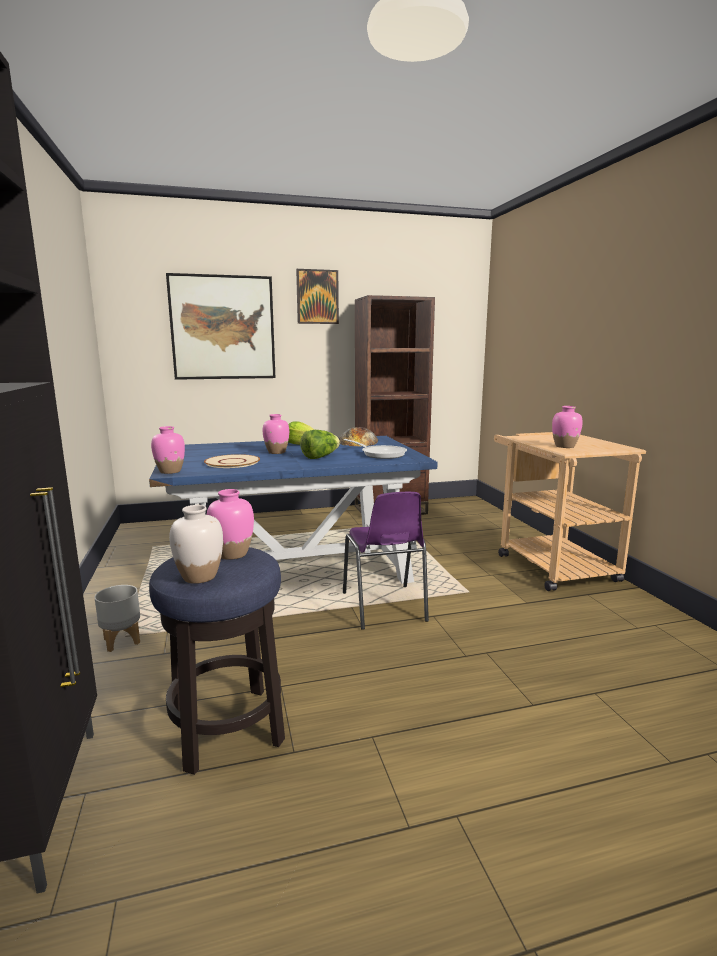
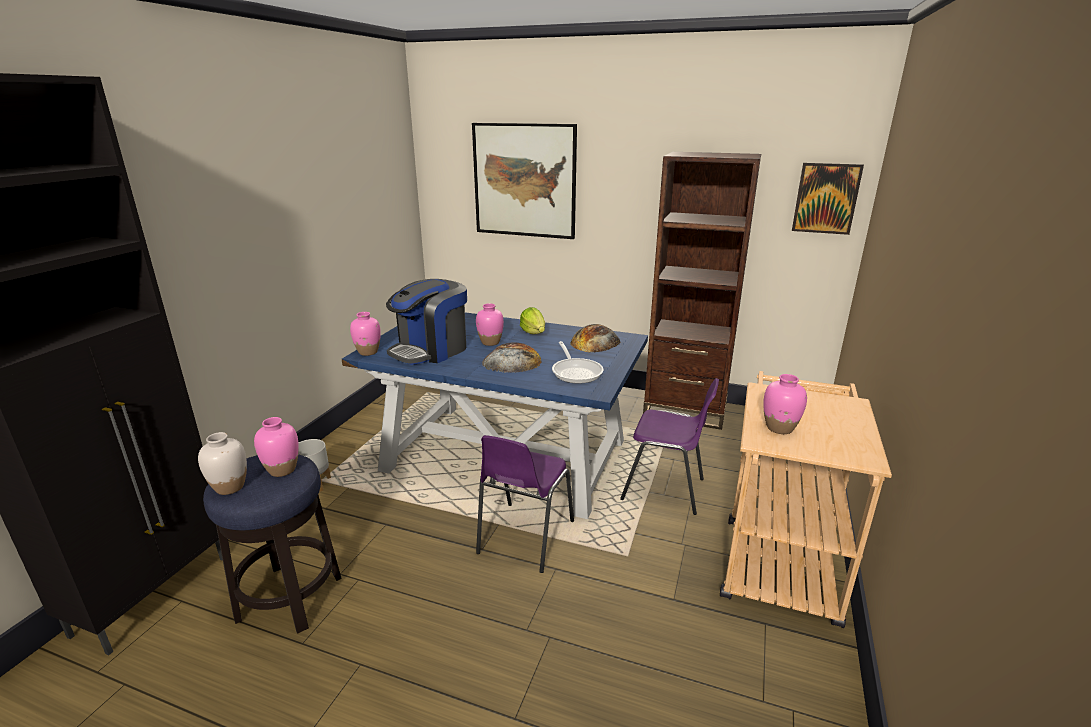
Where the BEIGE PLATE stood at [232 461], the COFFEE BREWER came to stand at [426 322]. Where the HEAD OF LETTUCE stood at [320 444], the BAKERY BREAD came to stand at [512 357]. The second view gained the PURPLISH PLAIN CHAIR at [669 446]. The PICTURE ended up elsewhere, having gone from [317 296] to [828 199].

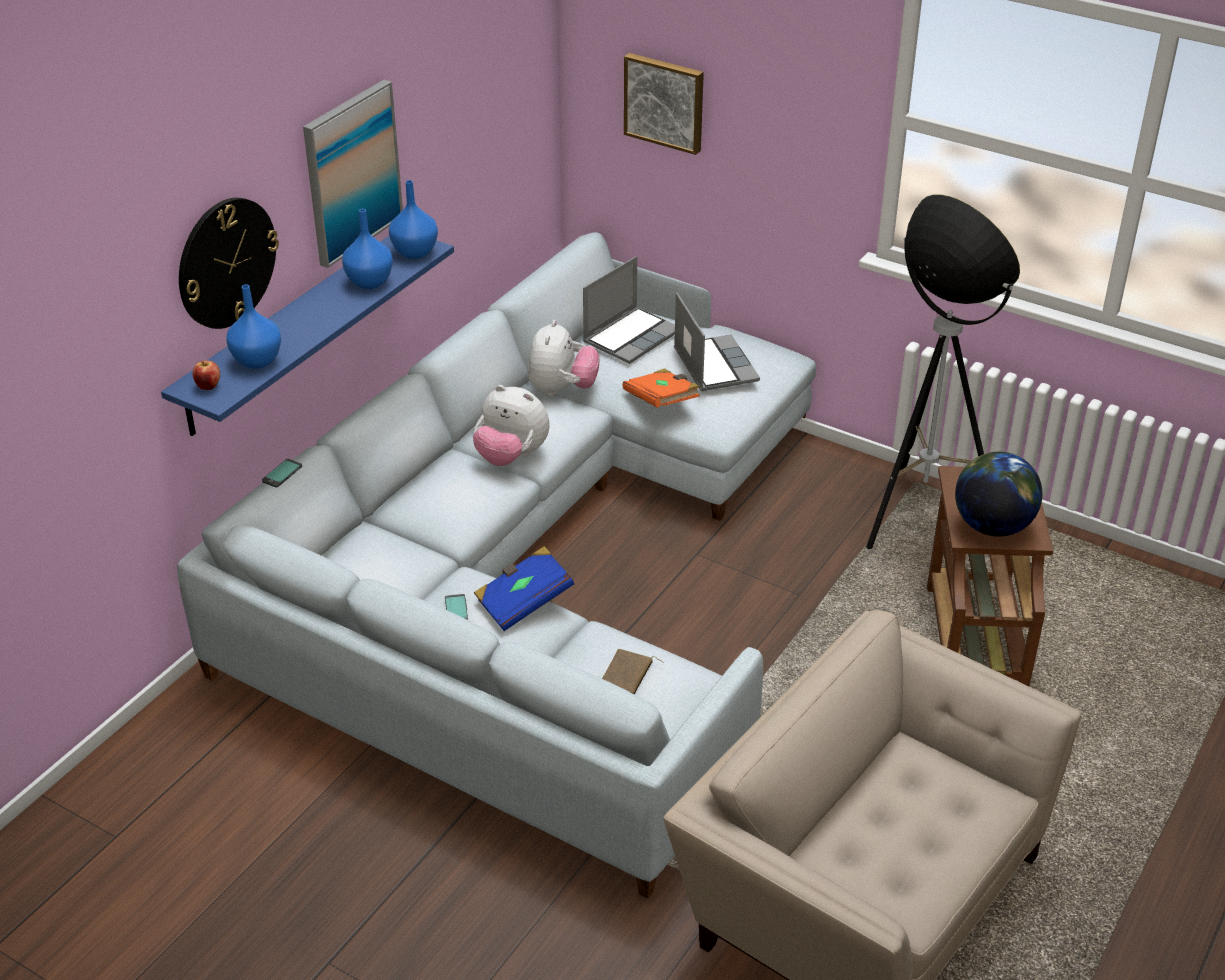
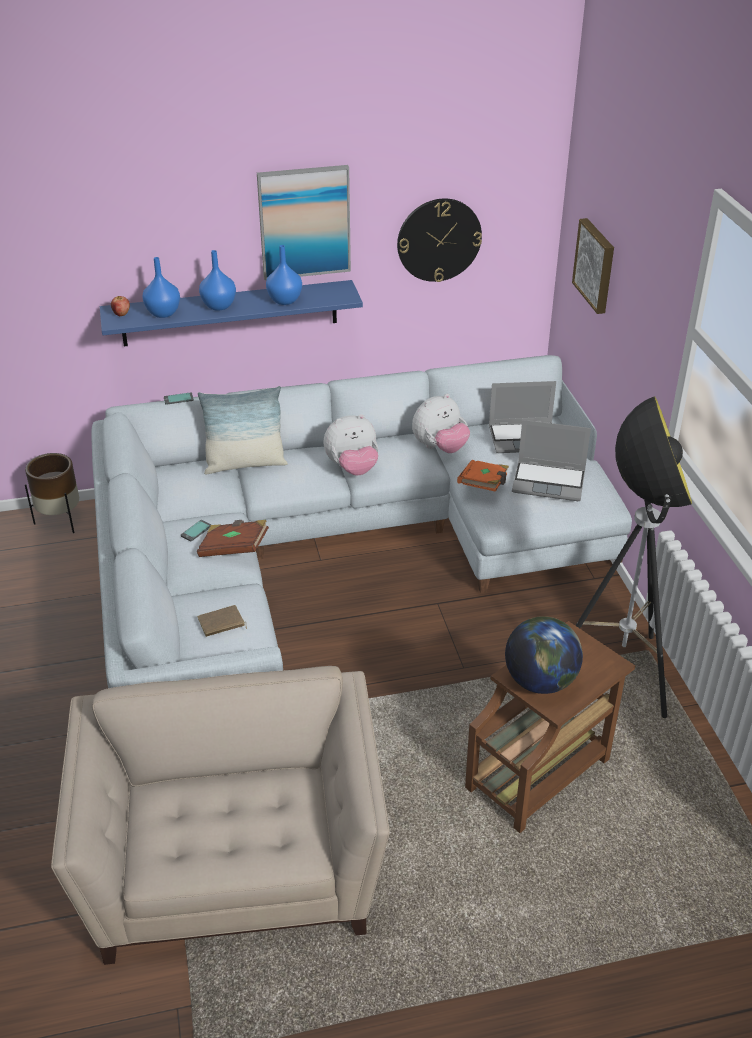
The second view gained the BROWN FLOWER POT at [52 493]. What was the BLUISH BOUND BOOK at [524 588] turned into the BROWN BOUND BOOK at [233 538]. The second view gained the PILLOW at [243 430]. The BLUISH VASE ended up elsewhere, having gone from [413 219] to [217 280]. The CUDDLY TOY at [511 425] ended up facing another way, 90 degrees counterclockwise from before. The WALL CLOCK ended up elsewhere, having gone from [229 263] to [439 240]. The LAPTOP at [717 341] ended up facing another way, 75 degrees clockwise from before.

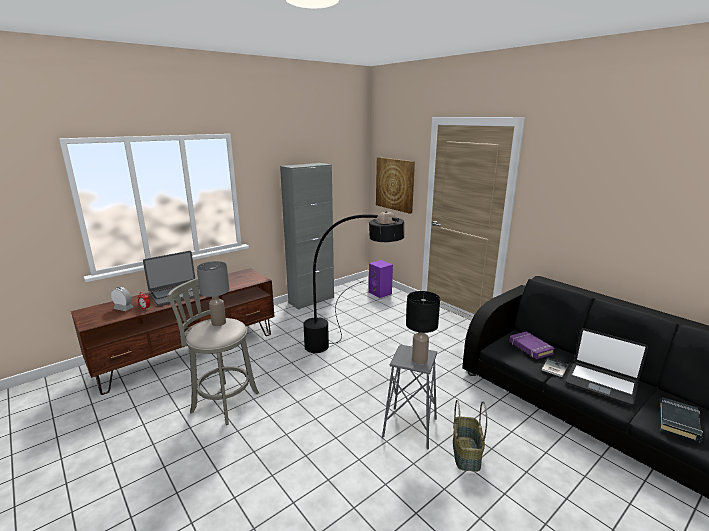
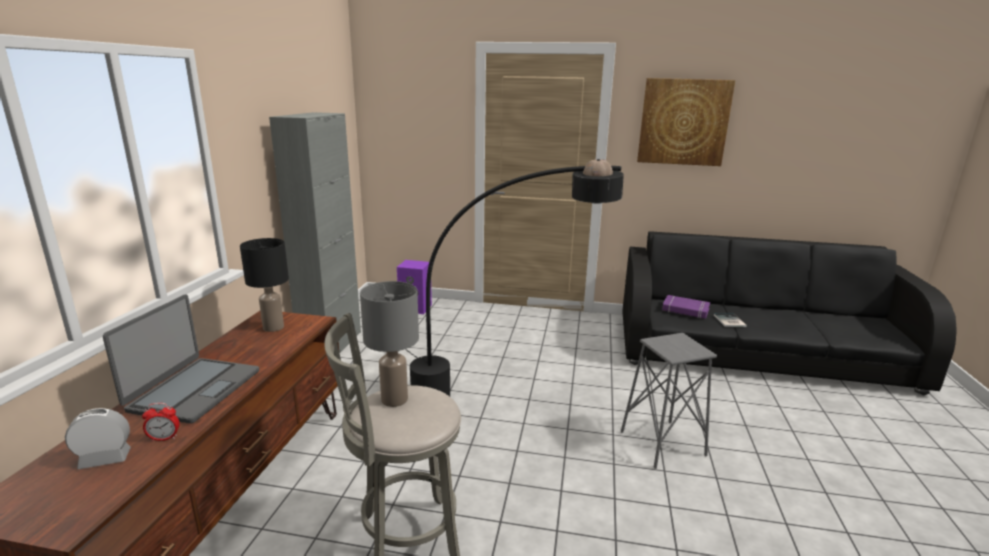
The BLACK TABLE LAMP ended up elsewhere, having gone from [423 327] to [264 285]. The PICTURE ended up elsewhere, having gone from [395 185] to [686 122]. The second view lost the STORAGE BASKET at [470 436]. The second view lost the LAPTOP at [607 366]. The second view lost the BLACK BOUND BOOK at [681 420].

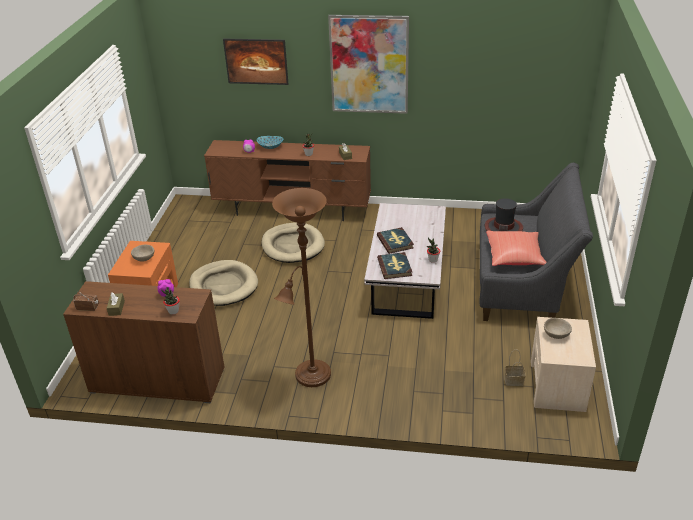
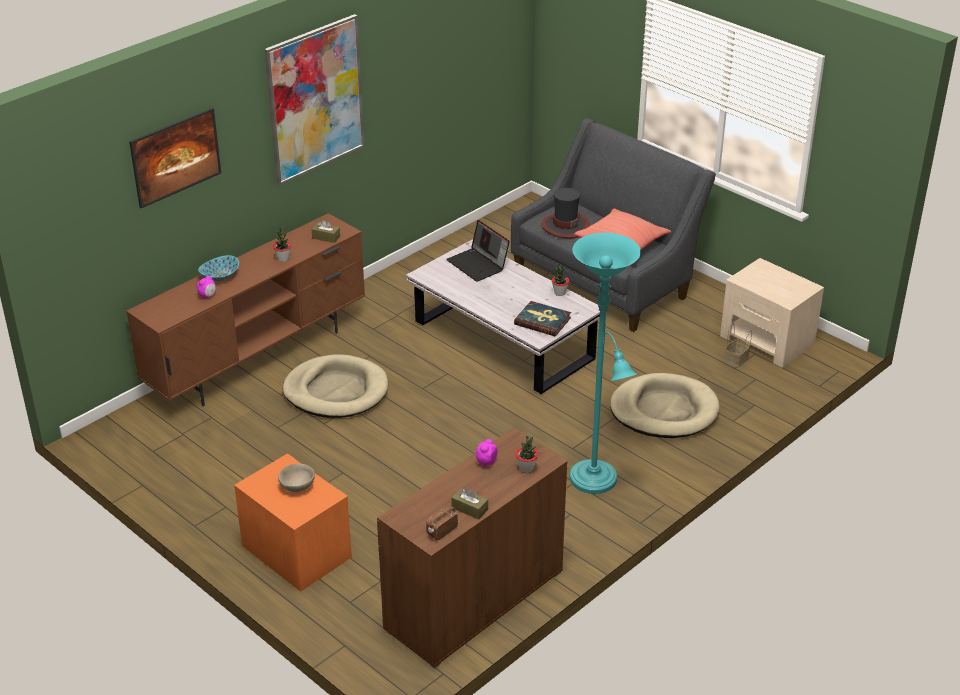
The second view gained the LAPTOP at [478 251]. What was the BROWN STANDING LAMP at [301 287] turned into the BLUE-GREEN STANDING LAMP at [605 363]. The BEIGE PET BED ended up elsewhere, having gone from [223 283] to [665 405]. The second view lost the BOUND BOOK at [395 240]. The second view lost the BEIGE DEEP DISH at [558 328].

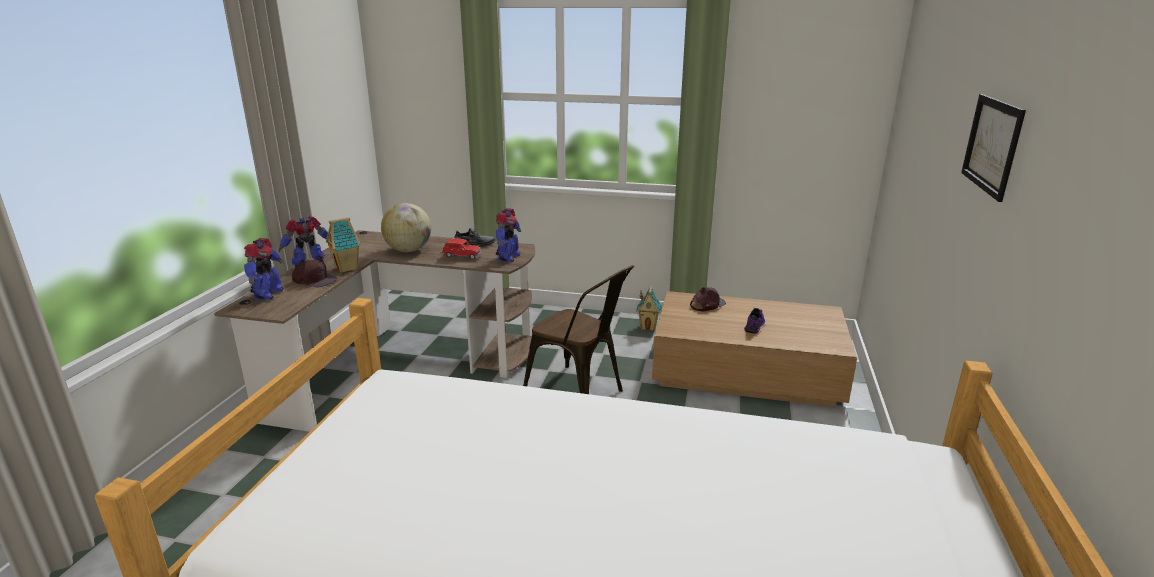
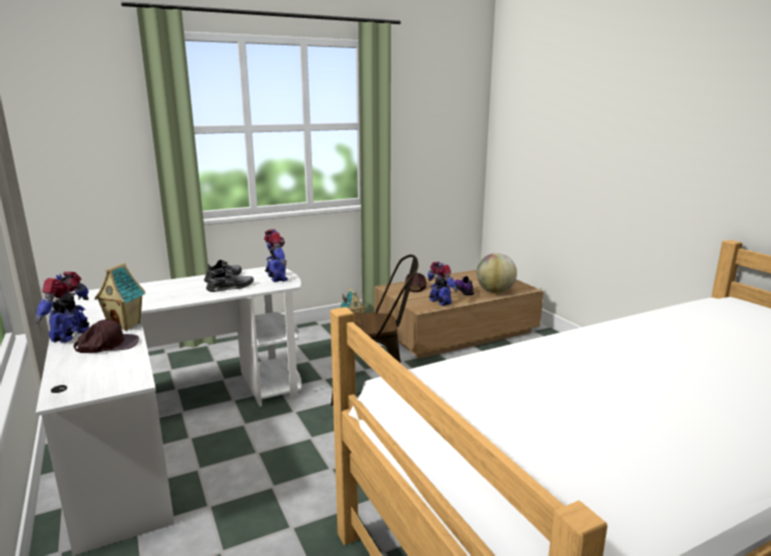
What was the BROWN DESK TABLE at [374 331] turned into the WHITISH DESK TABLE at [168 411]. Where the RED MODEL CAR stood at [461 249], the GREY SHOE came to stand at [230 280]. The ROBOT FIGURE ended up elsewhere, having gone from [263 269] to [442 284]. The DESK GLOBE ended up elsewhere, having gone from [406 227] to [496 273]. The second view lost the PICTURE at [993 148].

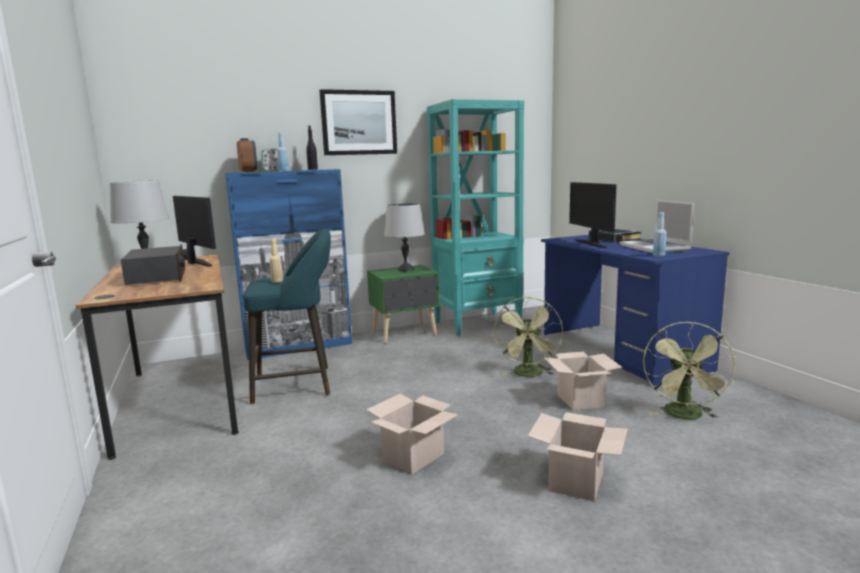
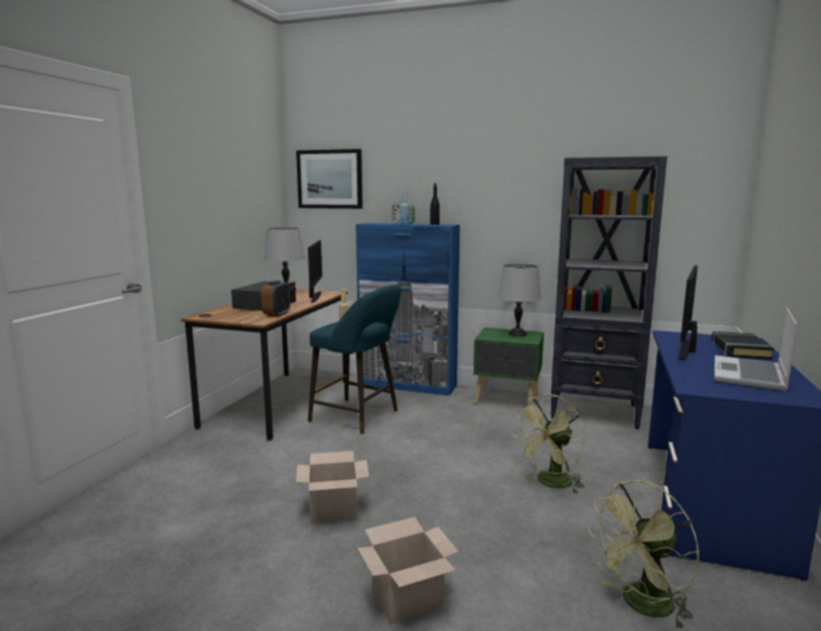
The TABLE CLOCK ended up elsewhere, having gone from [247 155] to [275 299]. The PICTURE ended up elsewhere, having gone from [358 122] to [329 179]. What was the BLUE-GREEN BOOKCASE at [475 217] turned into the BLACK BOOKCASE at [608 292]. The second view lost the CARTON at [583 380]. The second view lost the BLUISH BEVERAGE BOTTLE at [660 234].

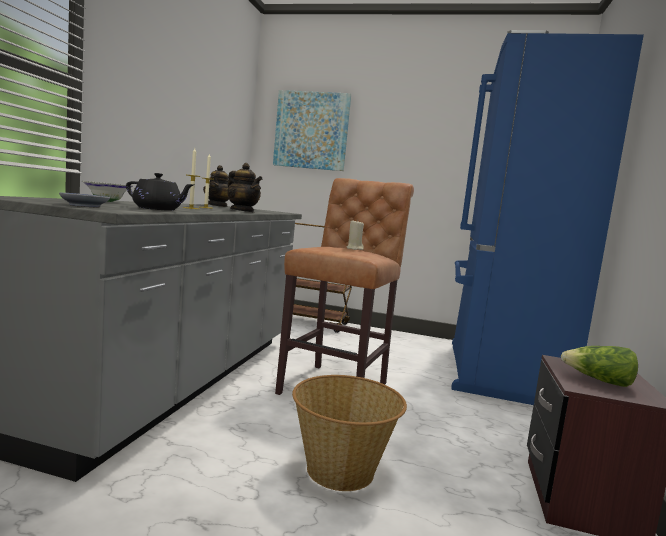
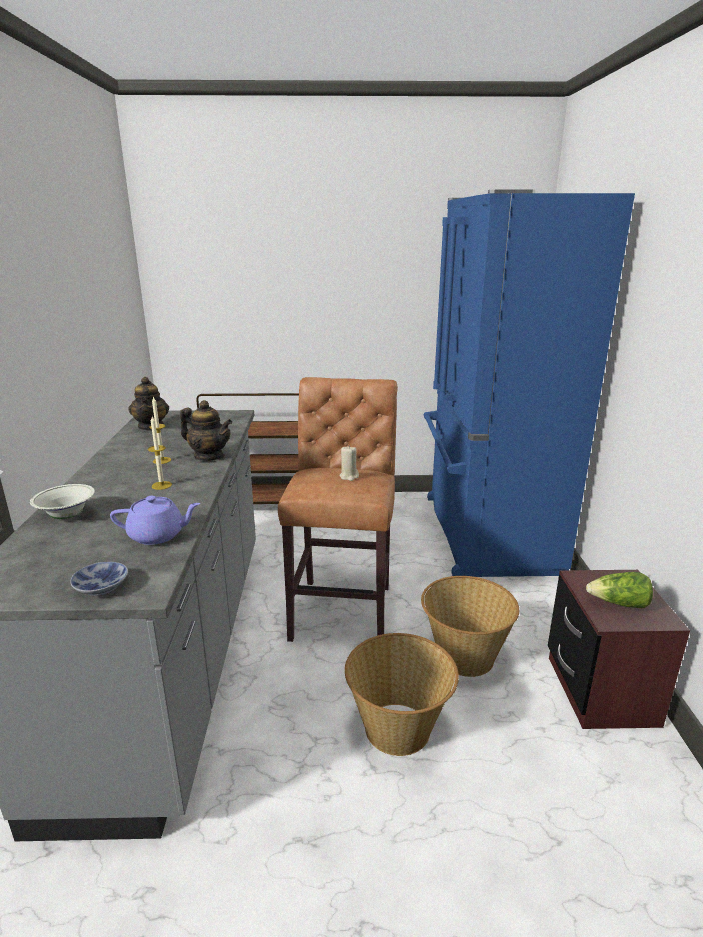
What was the BLACK TEA POT at [160 192] turned into the PURPLISH TEA POT at [155 520]. The second view gained the STORAGE BASKET at [470 626]. The second view lost the PICTURE at [312 130].

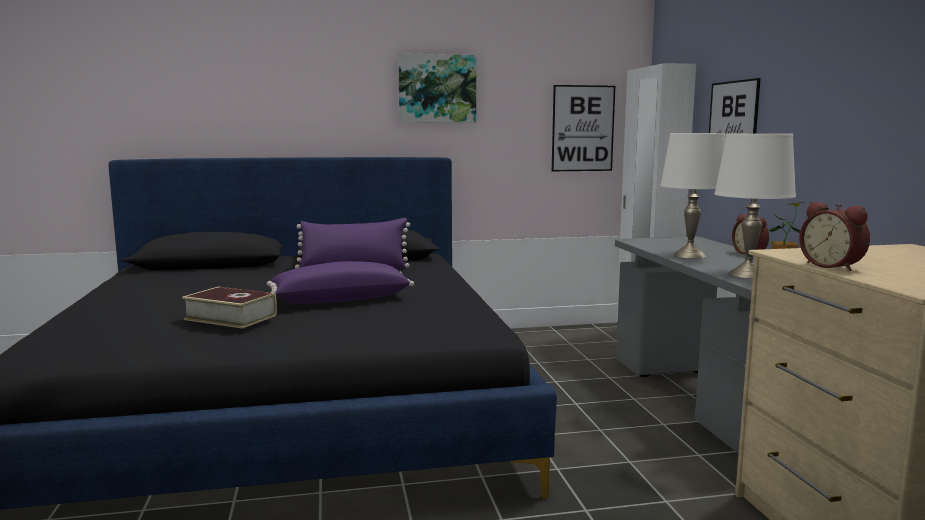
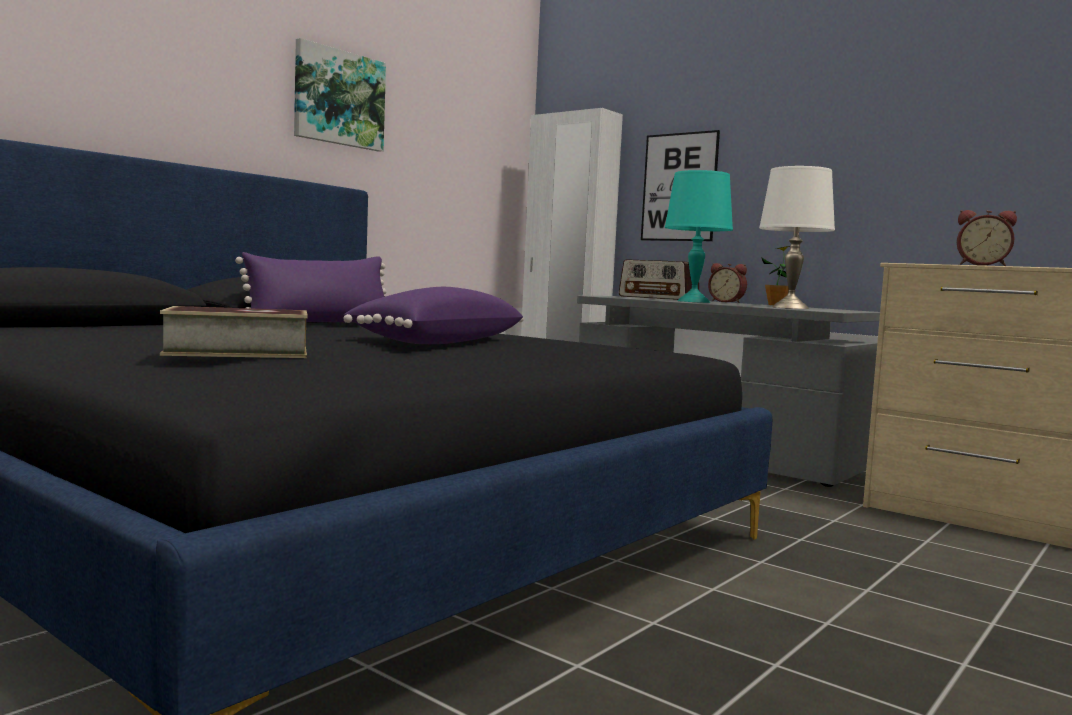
The BOUND BOOK ended up elsewhere, having gone from [229 307] to [234 332]. The second view gained the RADIO at [659 279]. What was the WHITISH TABLE LAMP at [693 195] turned into the BLUE-GREEN TABLE LAMP at [699 236]. The second view lost the PICTURE at [583 128].

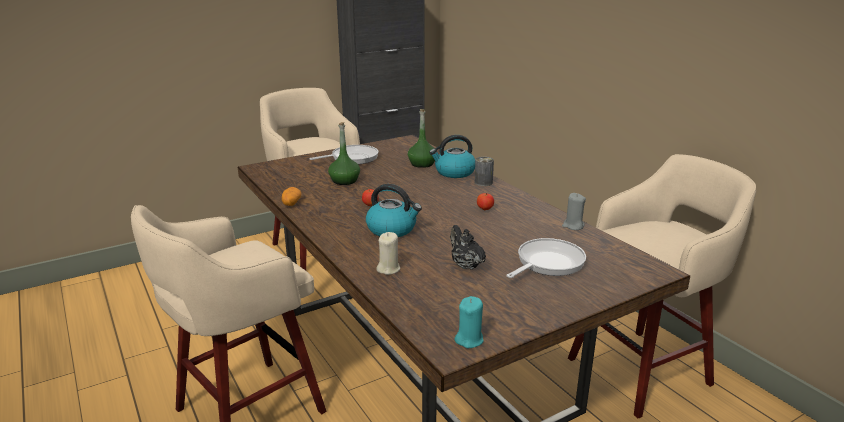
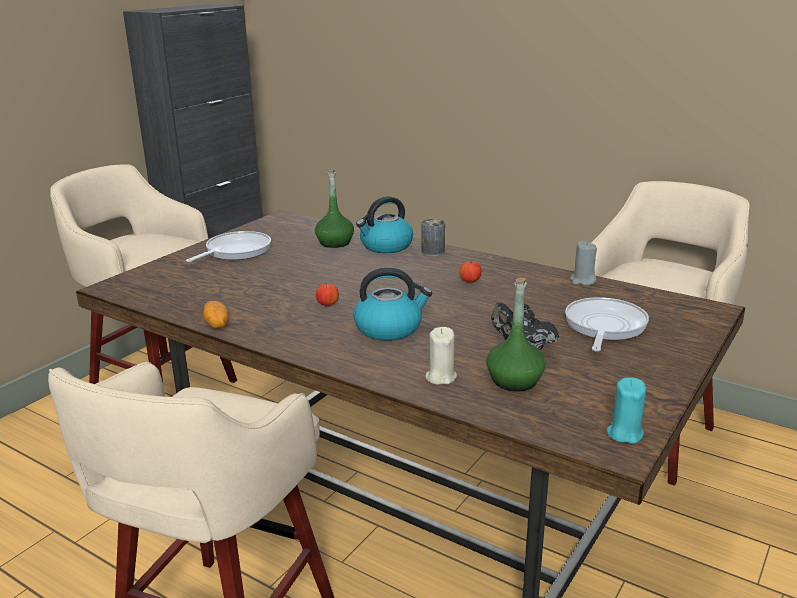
The GREEN-COLOURED BEVERAGE BOTTLE ended up elsewhere, having gone from [344 153] to [515 334].

